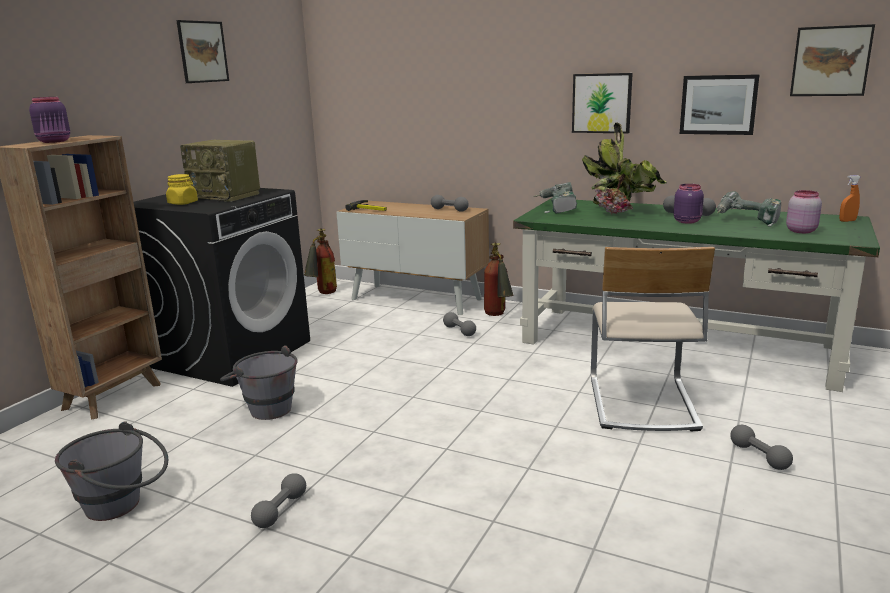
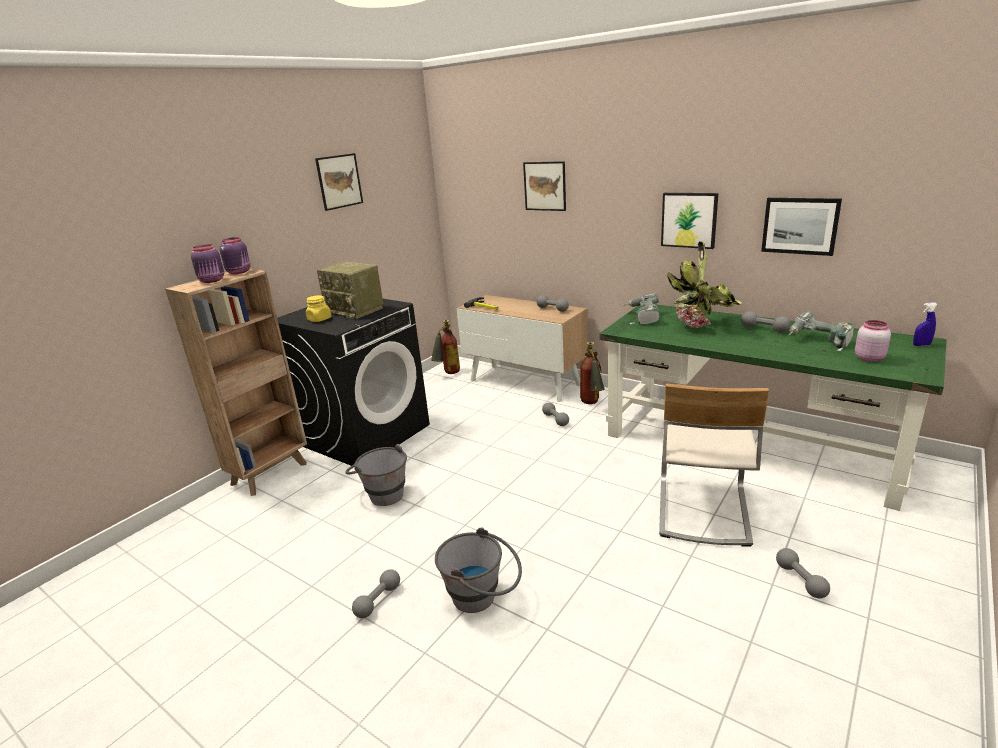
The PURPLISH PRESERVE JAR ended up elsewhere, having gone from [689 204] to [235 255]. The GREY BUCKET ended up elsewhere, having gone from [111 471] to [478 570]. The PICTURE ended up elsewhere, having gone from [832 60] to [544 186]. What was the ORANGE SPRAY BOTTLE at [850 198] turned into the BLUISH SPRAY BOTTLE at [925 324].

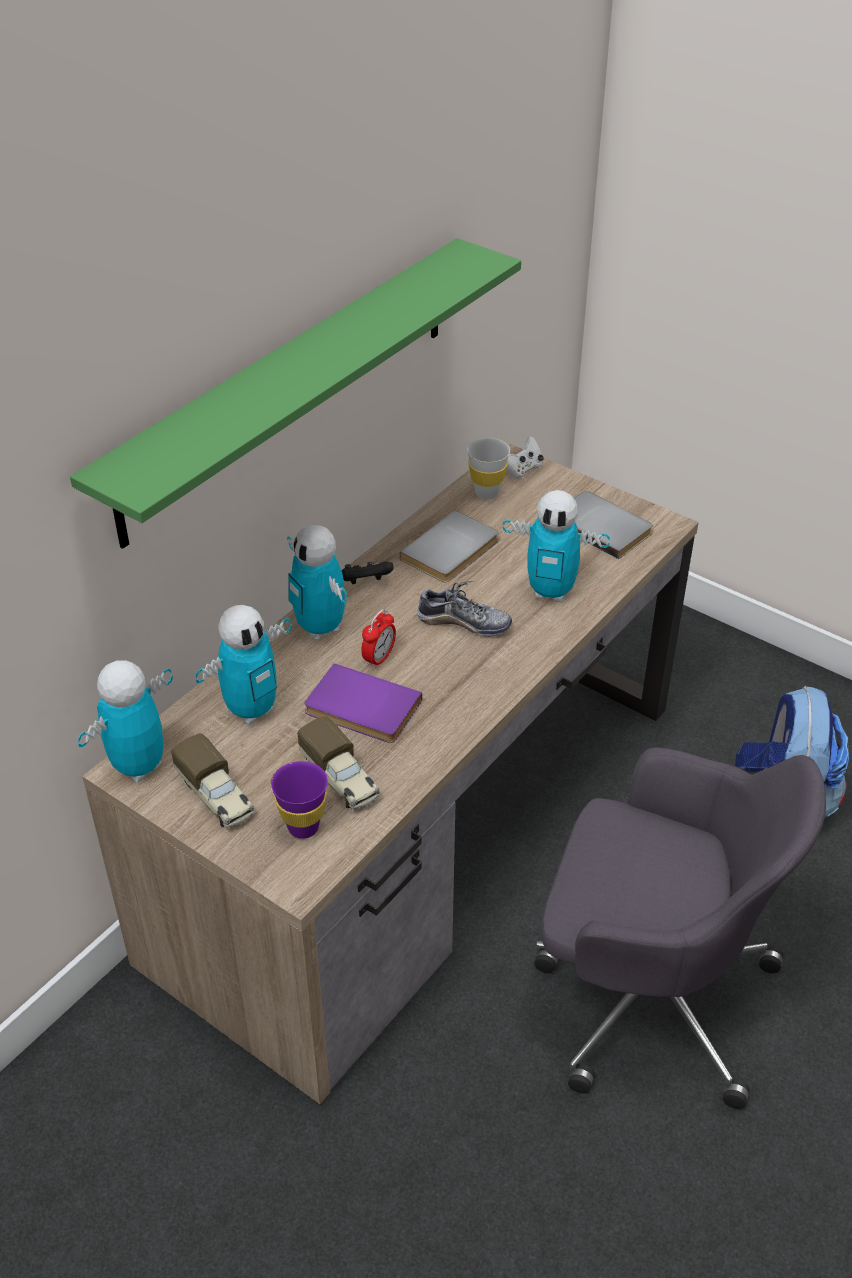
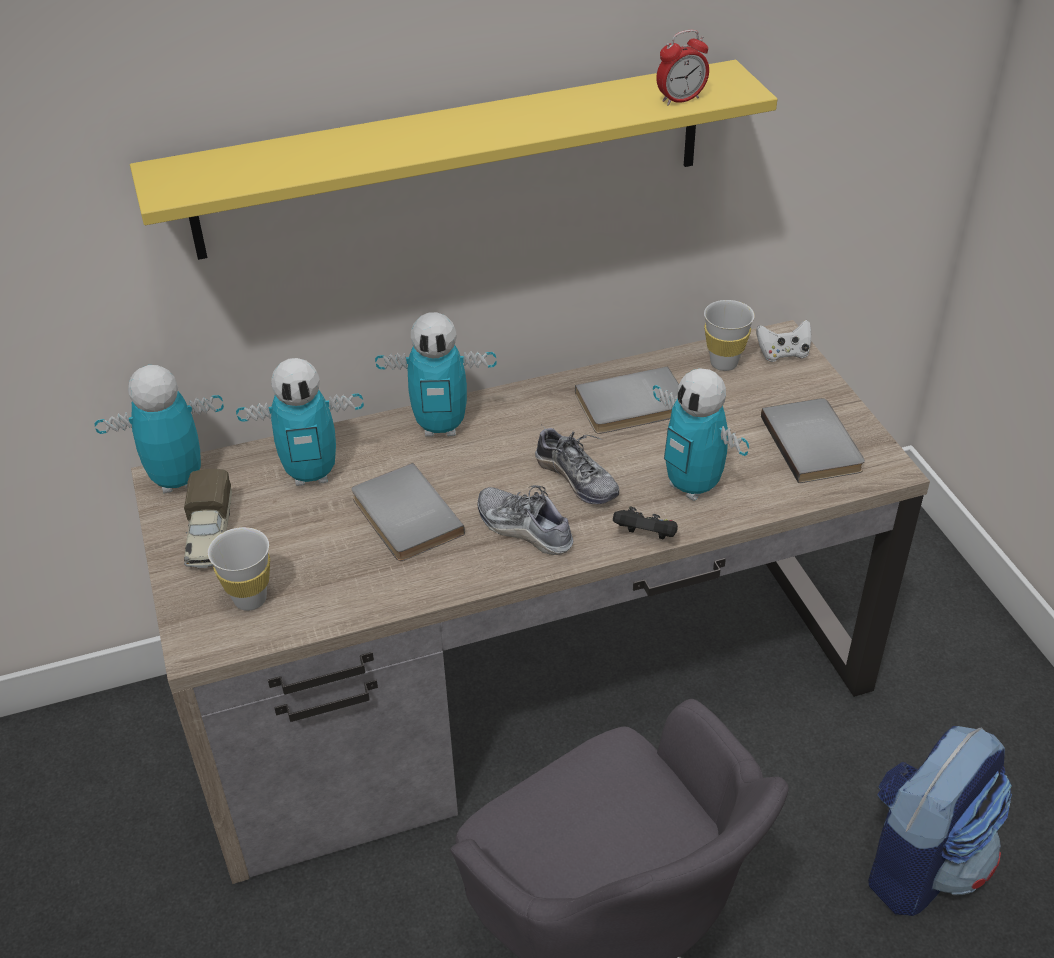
What was the GREEN-COLOURED WALL SHELF at [295 393] turned into the YELLOWISH WALL SHELF at [453 160]. What was the PURPLISH DRINKING CUP at [299 800] turned into the WHITISH DRINKING CUP at [239 569]. What was the PURPLISH BOUND BOOK at [363 703] turned into the GREY BOUND BOOK at [408 512]. The ROBOT FIGURE at [317 582] ended up facing another way, 90 degrees counterclockwise from before. The second view gained the SHOE at [525 520]. The BLACK GAMEPAD ended up elsewhere, having gone from [367 572] to [645 523]. The TABLE CLOCK ended up elsewhere, having gone from [378 639] to [682 68]. The second view lost the TOY TRUCK at [338 762].

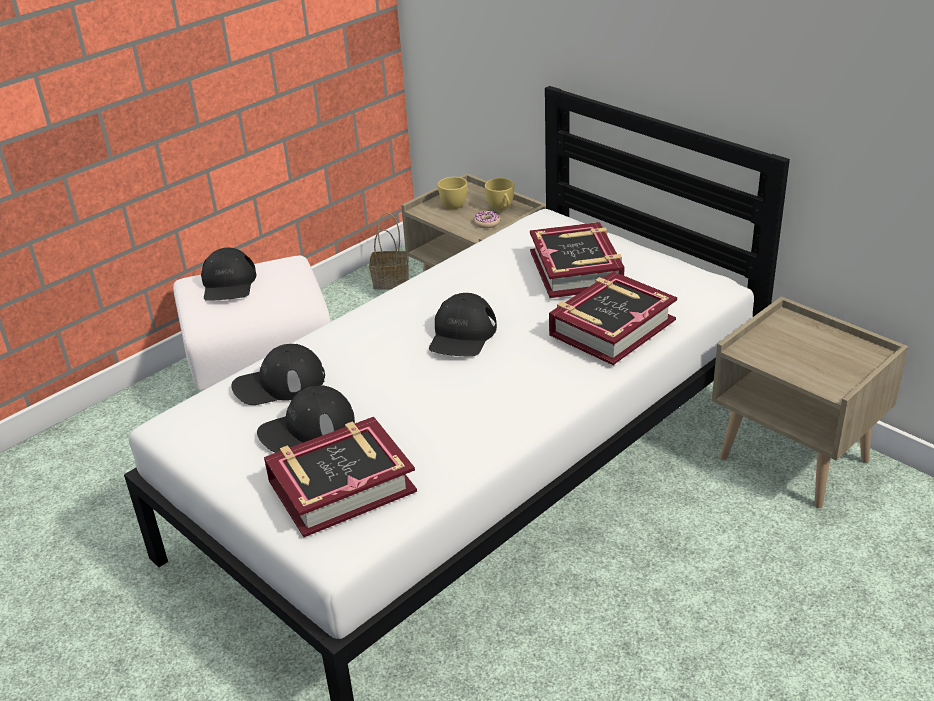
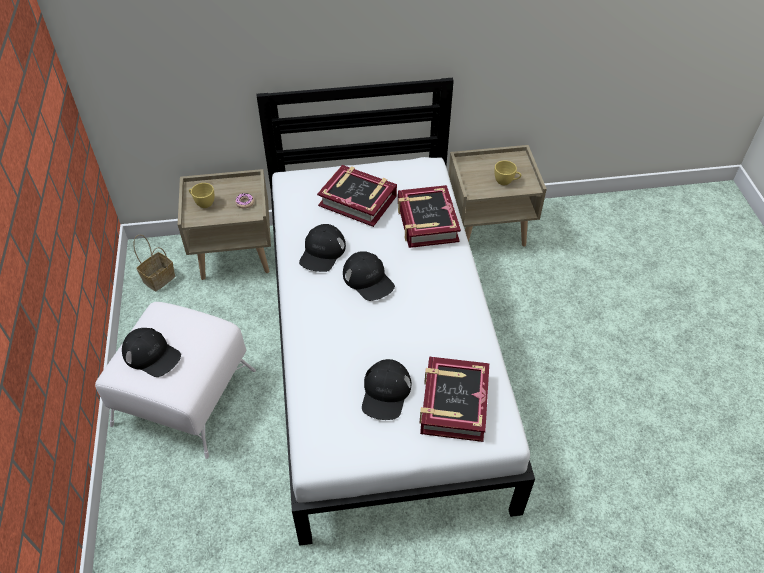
The BLACK PEAKED CAP ended up elsewhere, having gone from [278 374] to [322 248]. The YELLOWISH DRINKING CUP ended up elsewhere, having gone from [499 194] to [507 172].

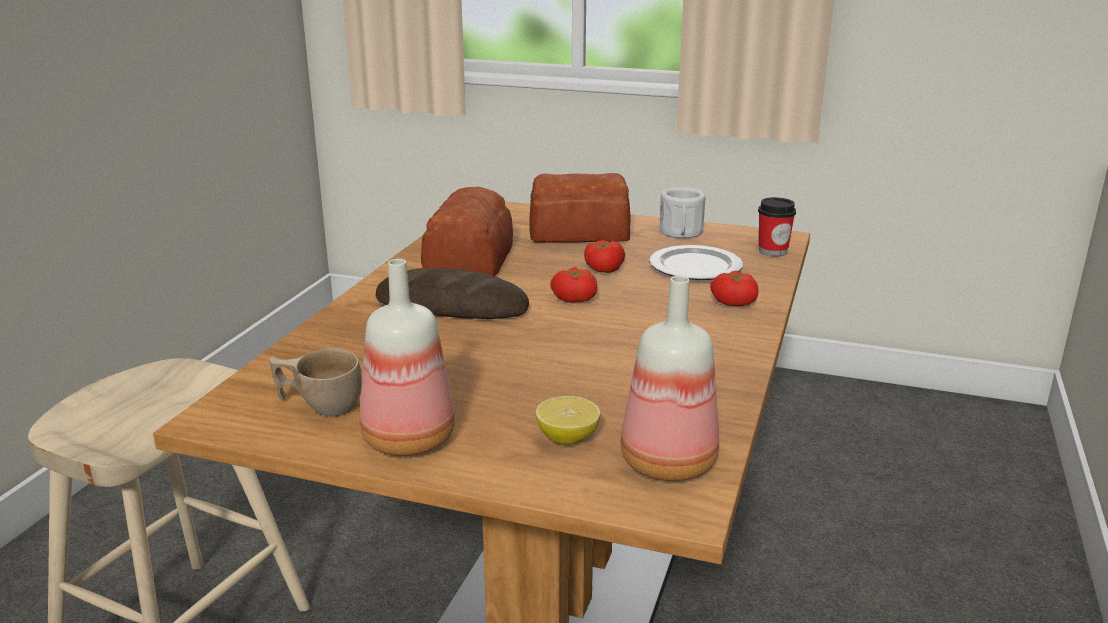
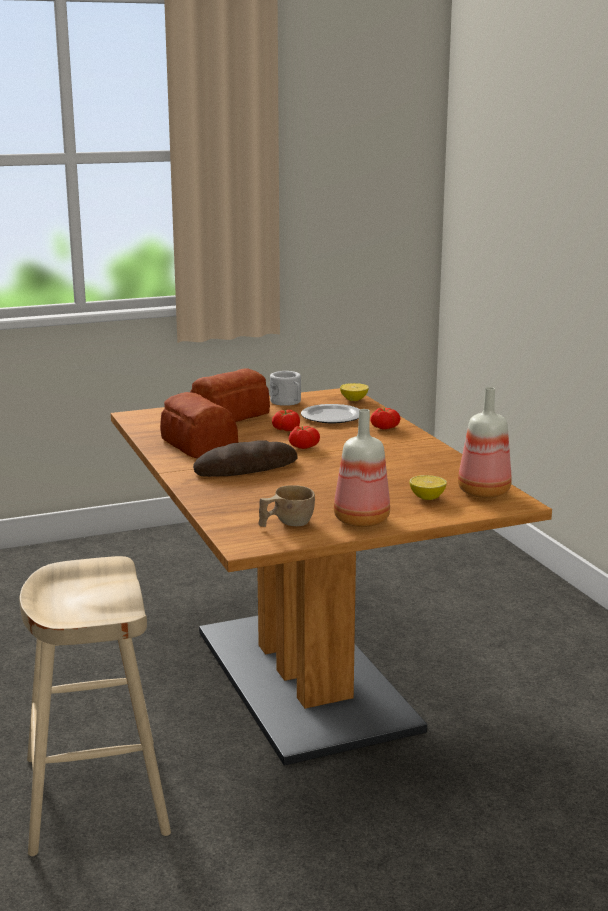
Where the DRINKING CUP stood at [777 226], the CITRUS FRUIT came to stand at [354 392].

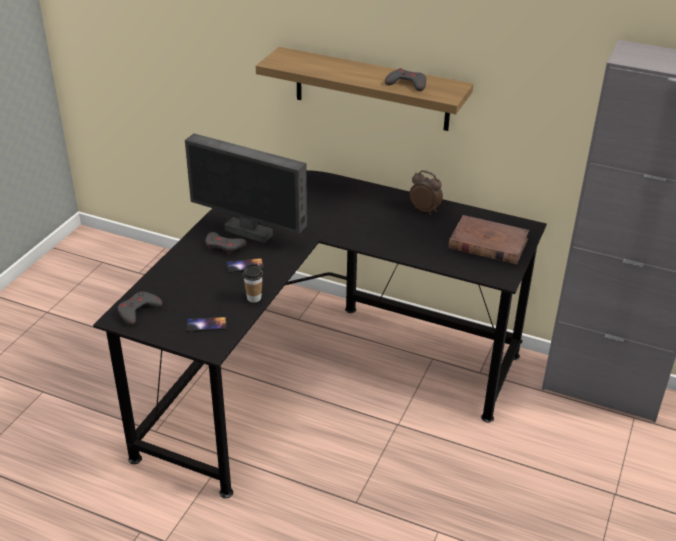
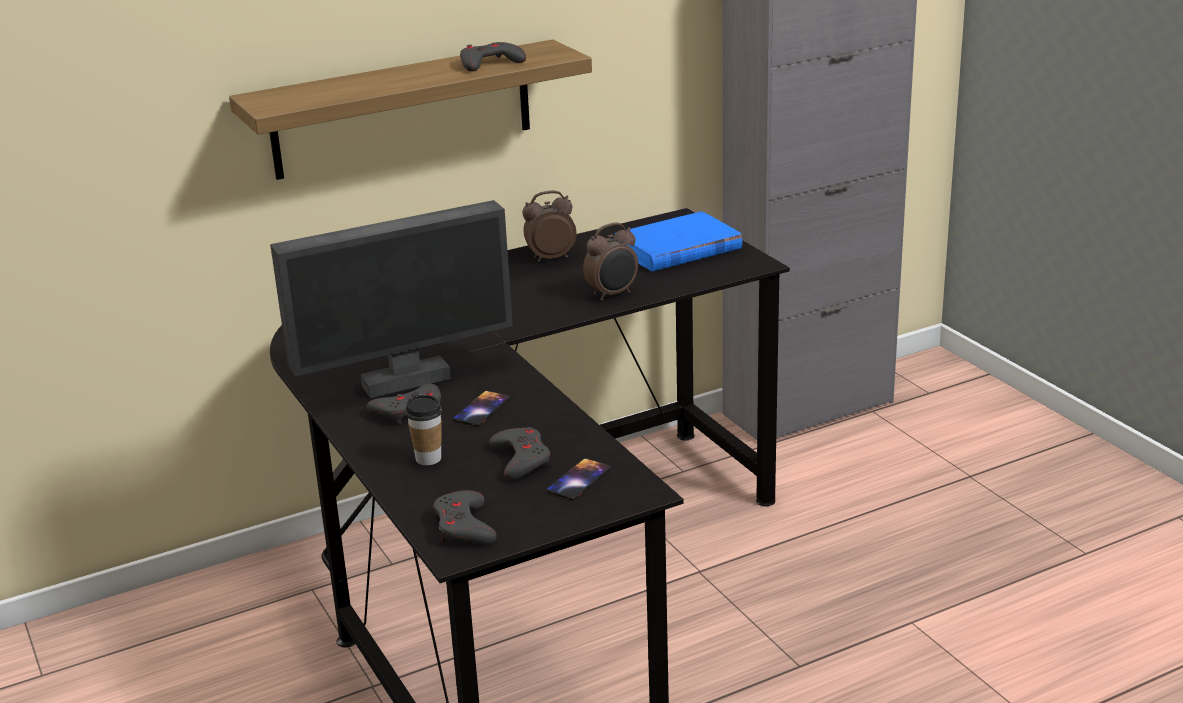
The DRINKING CUP ended up elsewhere, having gone from [253 283] to [424 429]. The second view gained the GREY GAMEPAD at [519 453]. The second view gained the TABLE CLOCK at [610 262]. What was the BROWN BOUND BOOK at [488 240] turned into the BLUISH BOUND BOOK at [679 241].

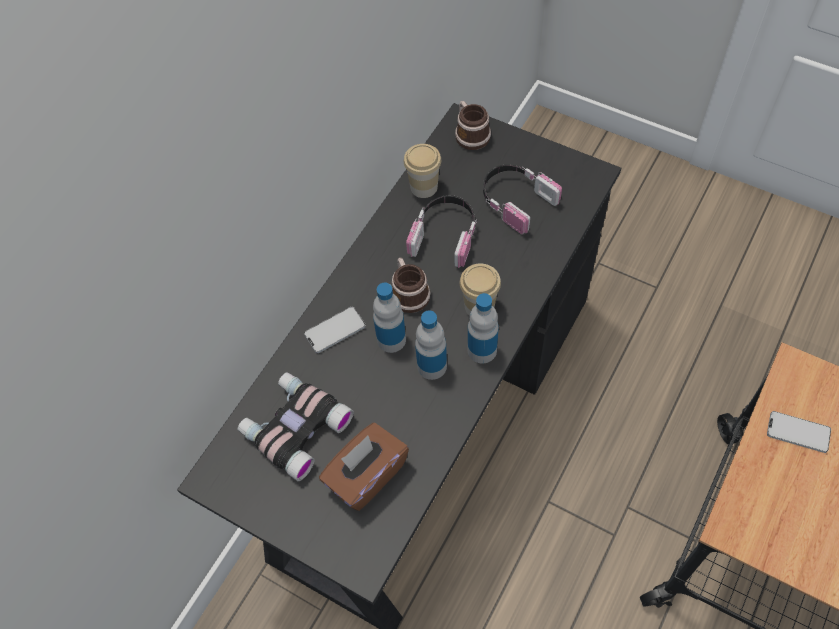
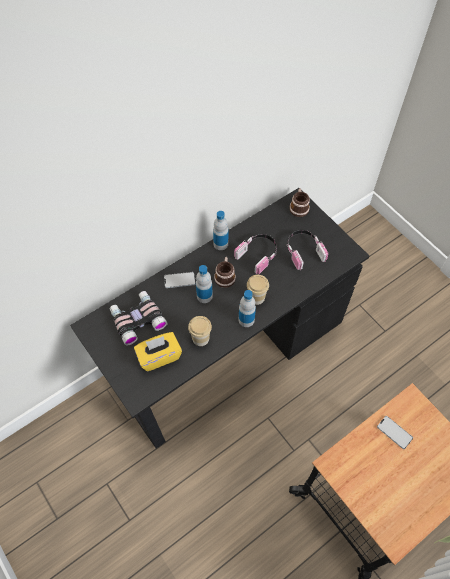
What was the BROWN BOX OF TISSUES at [364 467] turned into the YELLOWISH BOX OF TISSUES at [158 351]. The DRINKING CUP ended up elsewhere, having gone from [422 171] to [200 331]. The BEVERAGE BOTTLE ended up elsewhere, having gone from [431 345] to [220 230].

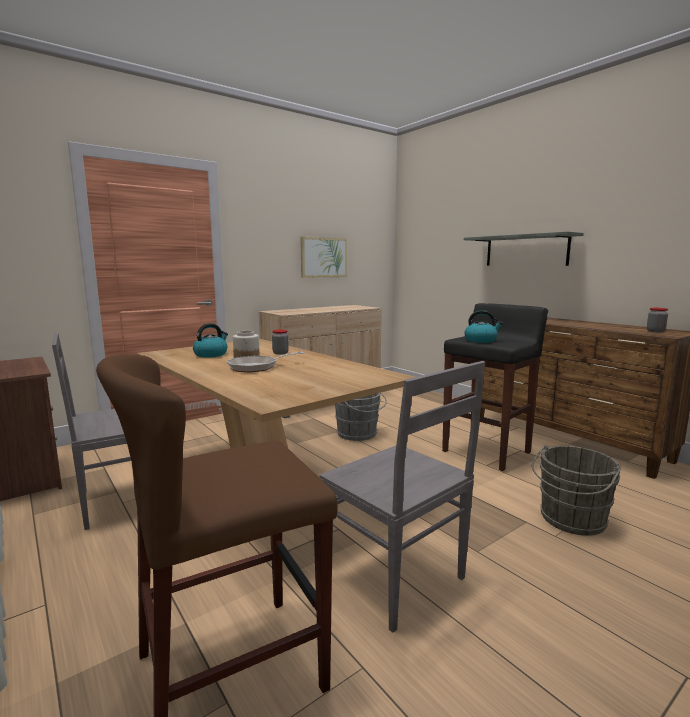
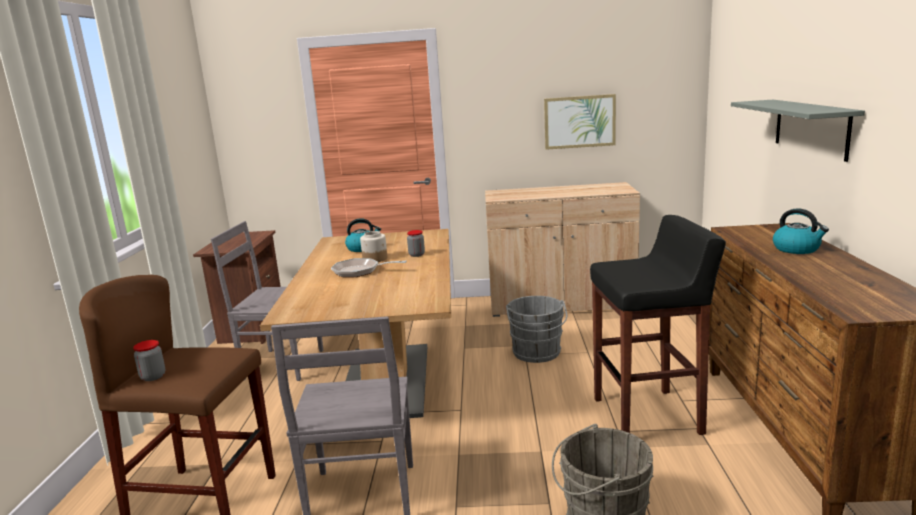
The PRESERVE JAR ended up elsewhere, having gone from [657 320] to [149 360]. The TEA KETTLE ended up elsewhere, having gone from [483 326] to [801 231].

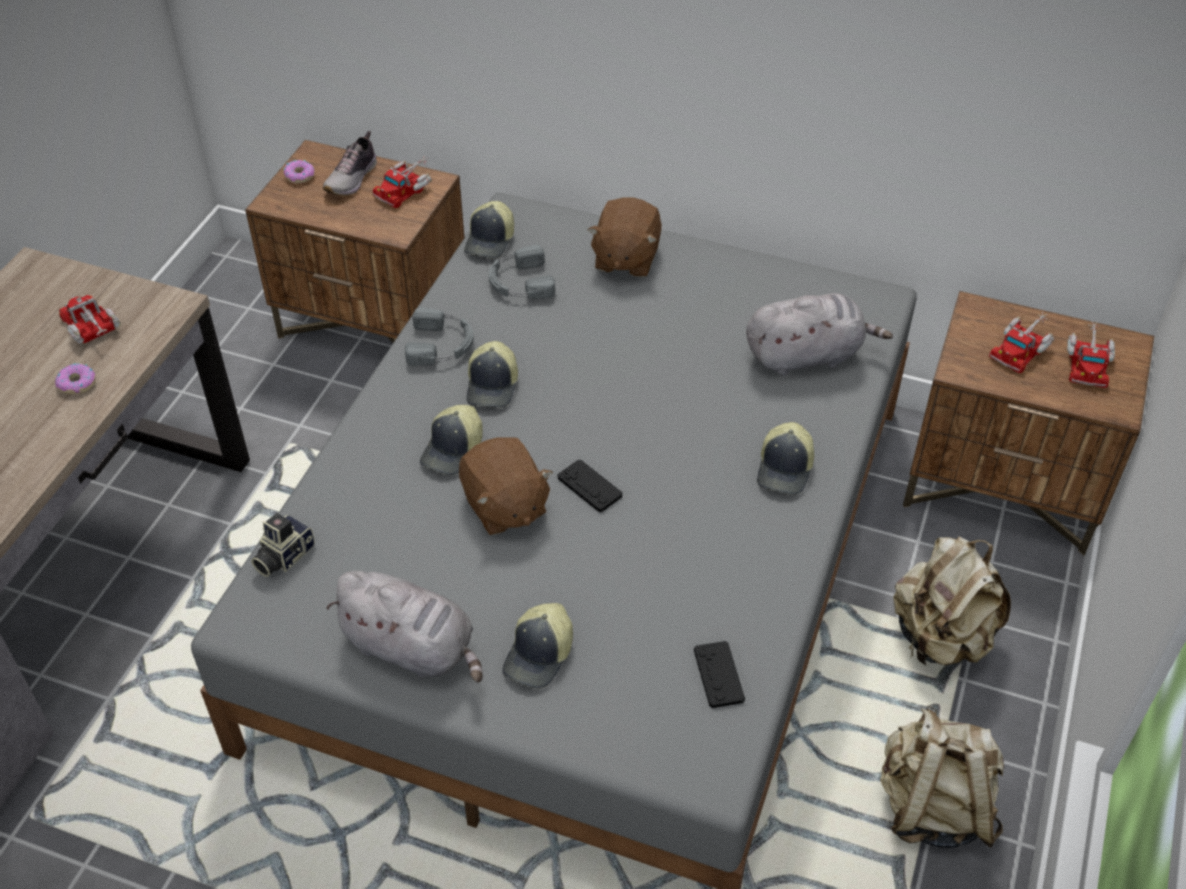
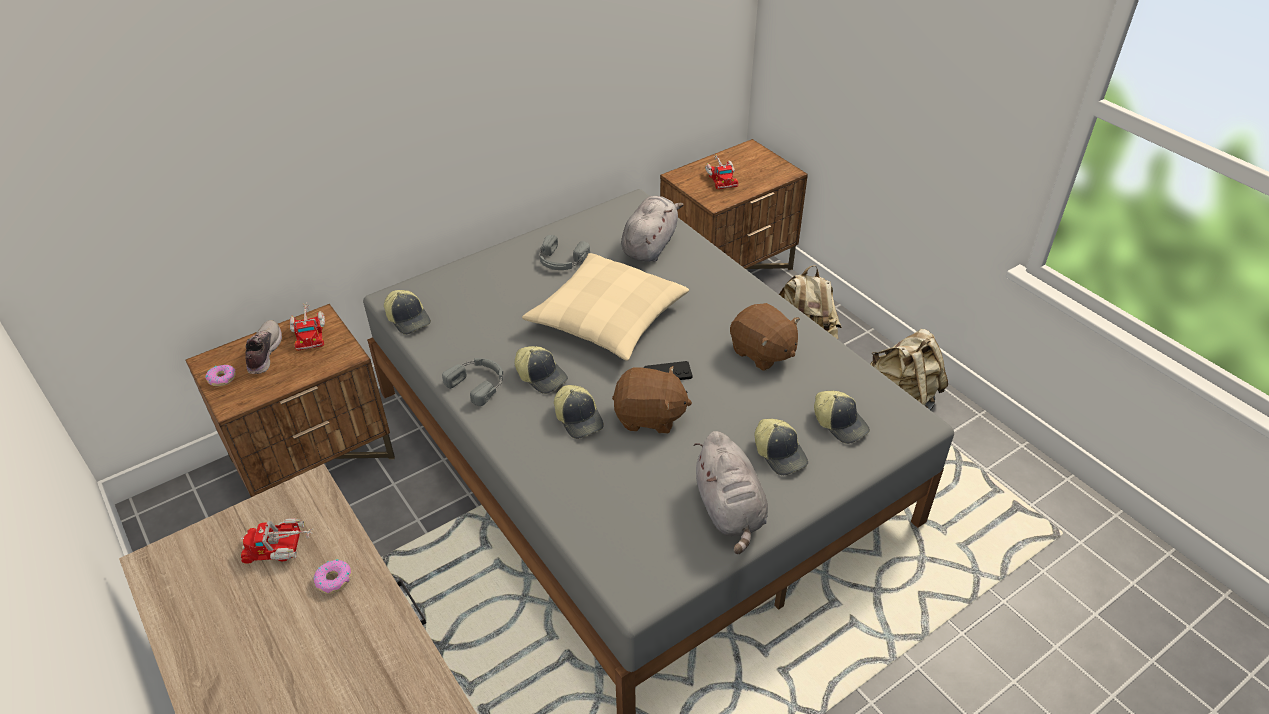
The SHOE at [350 163] ended up facing another way, 150 degrees counterclockwise from before. The second view gained the BEIGE PILLOW at [605 307]. The GREY HEADSET ended up elsewhere, having gone from [522 272] to [564 252]. The GREY CUDDLY TOY at [404 627] ended up facing another way, 105 degrees clockwise from before. The BROWN CUDDLY TOY ended up elsewhere, having gone from [625 237] to [765 337]. The PEAKED CAP ended up elsewhere, having gone from [785 458] to [842 417]. The second view lost the STILL CAMERA at [283 545]. The second view lost the BLACK GAMEPAD at [719 674]. The second view lost the TOY TRUCK at [1091 354].

